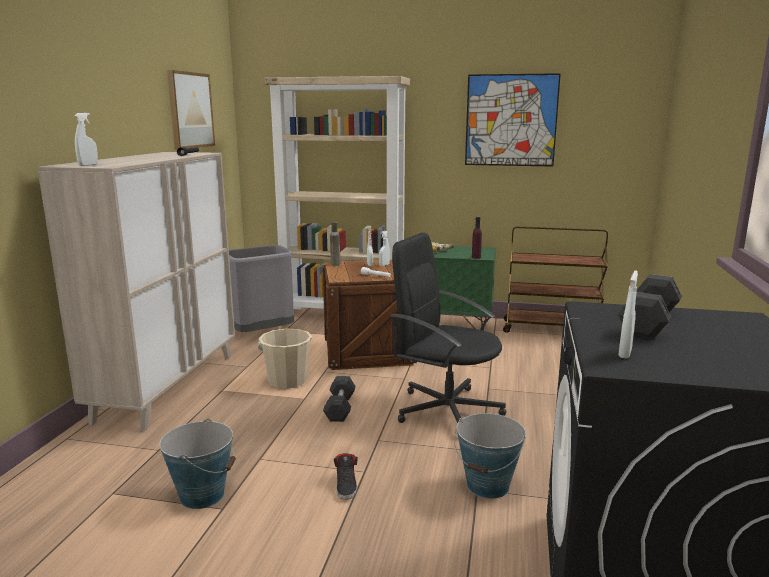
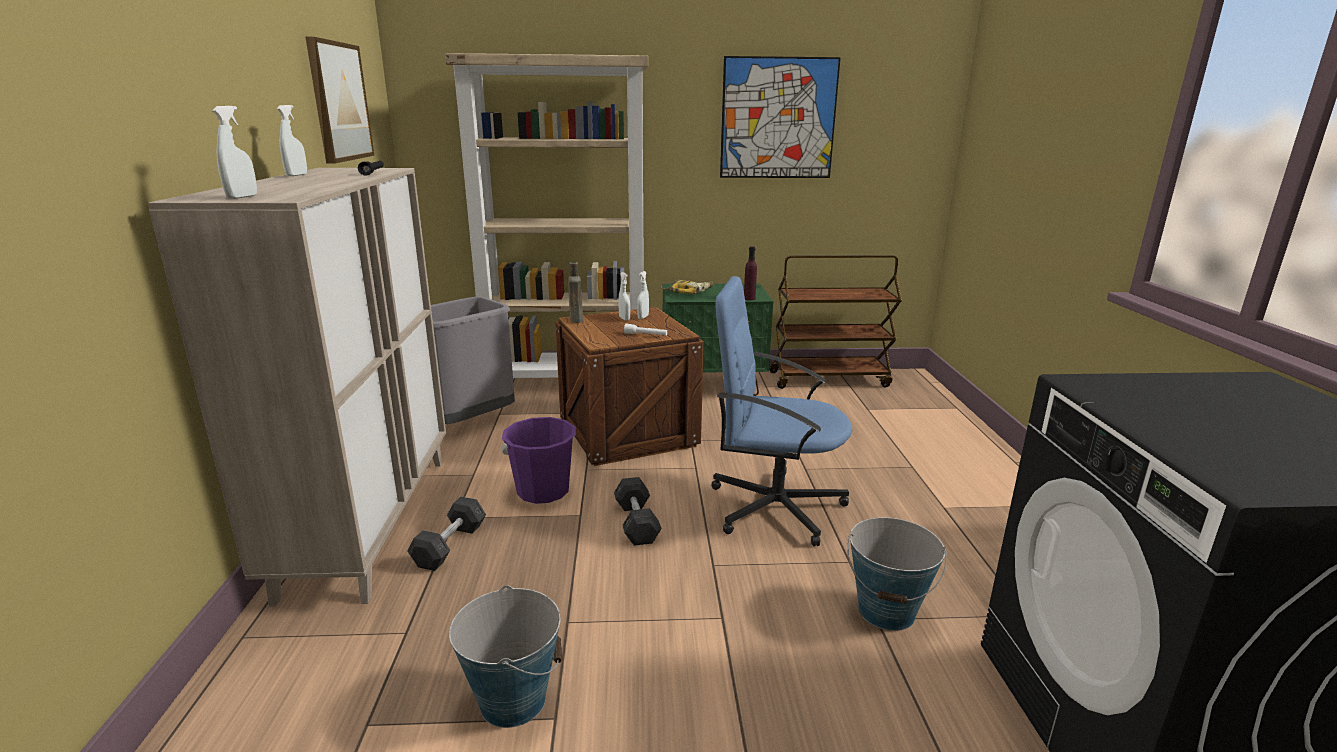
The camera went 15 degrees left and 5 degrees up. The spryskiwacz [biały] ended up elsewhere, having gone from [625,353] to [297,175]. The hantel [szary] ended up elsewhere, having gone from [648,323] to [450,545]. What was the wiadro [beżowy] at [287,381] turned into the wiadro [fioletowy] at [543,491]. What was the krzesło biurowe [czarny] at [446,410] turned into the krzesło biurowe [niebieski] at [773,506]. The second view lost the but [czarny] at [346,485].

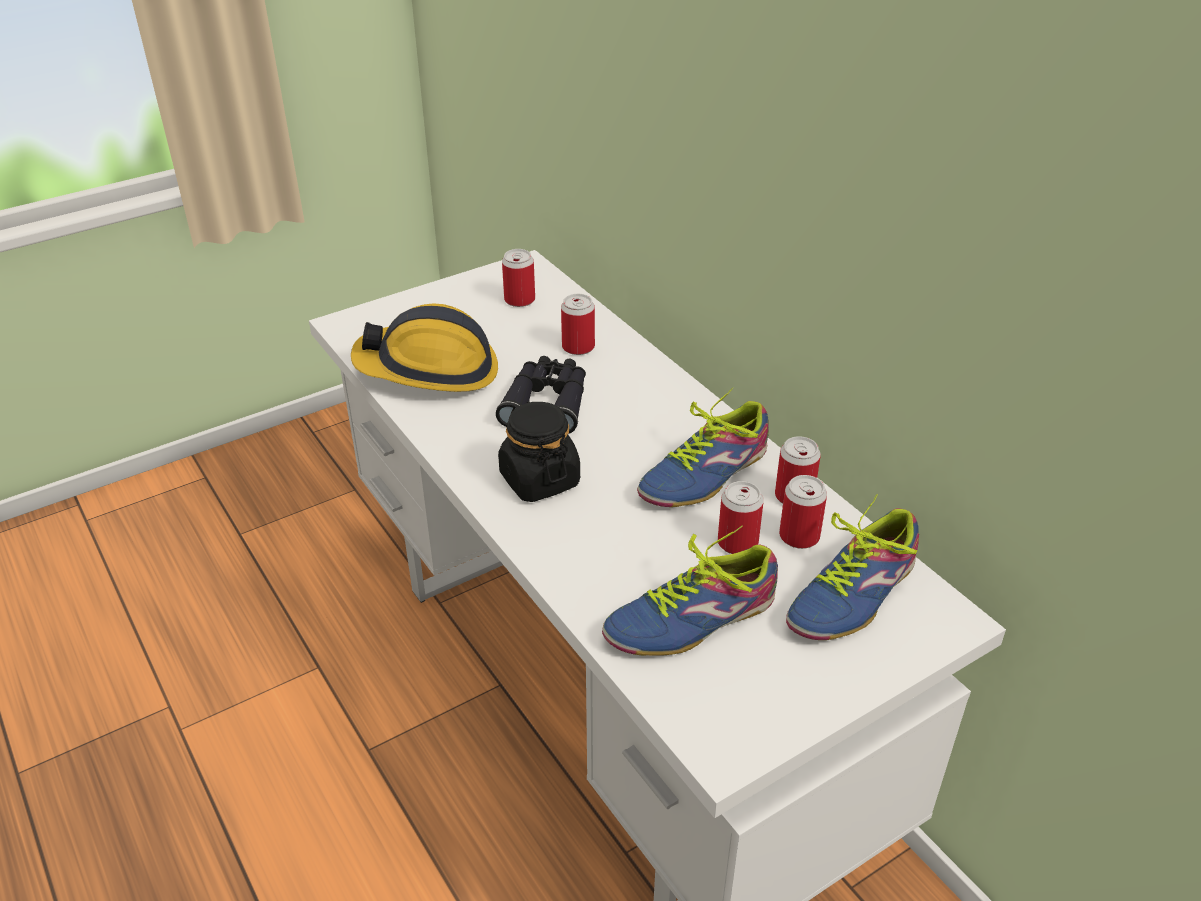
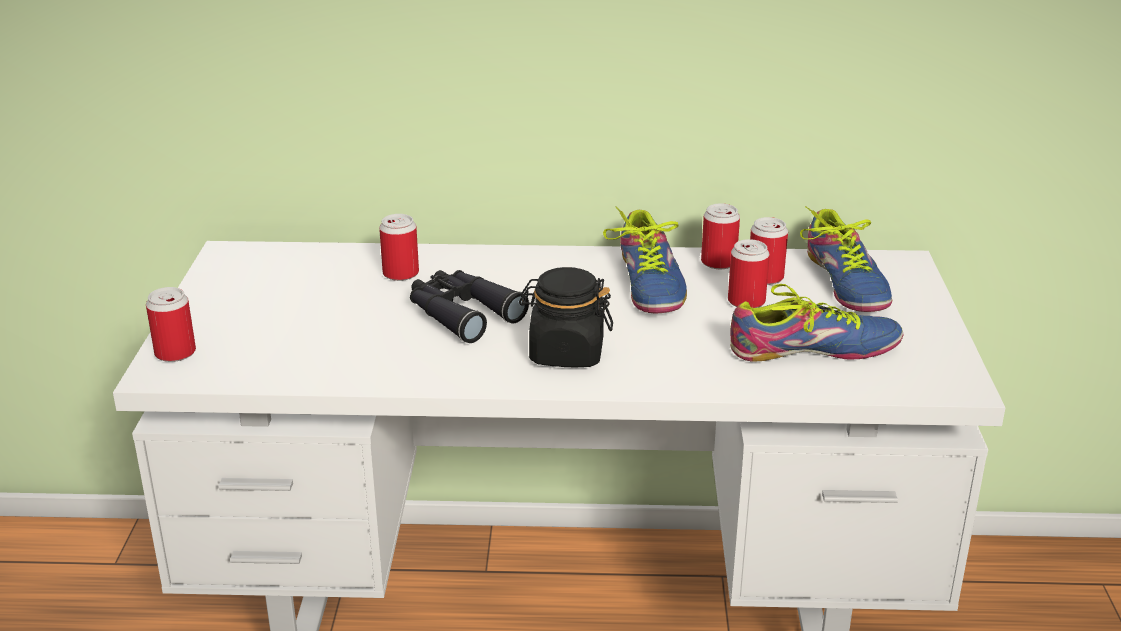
The camera went 55 degrees left and 10 degrees down. The puszka ended up elsewhere, having gone from [519,300] to [175,353]. The but at [692,619] ended up facing another way, 105 degrees counterclockwise from before. The second view lost the kask at [429,370].

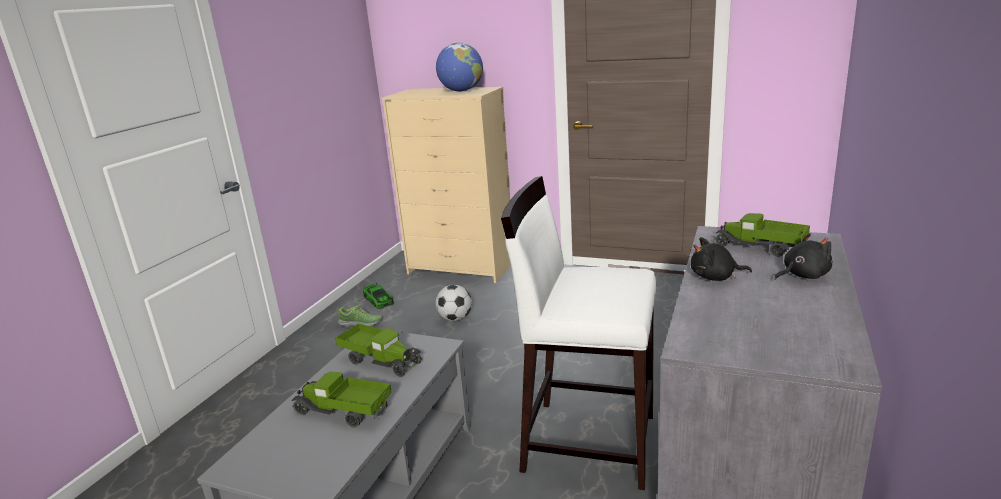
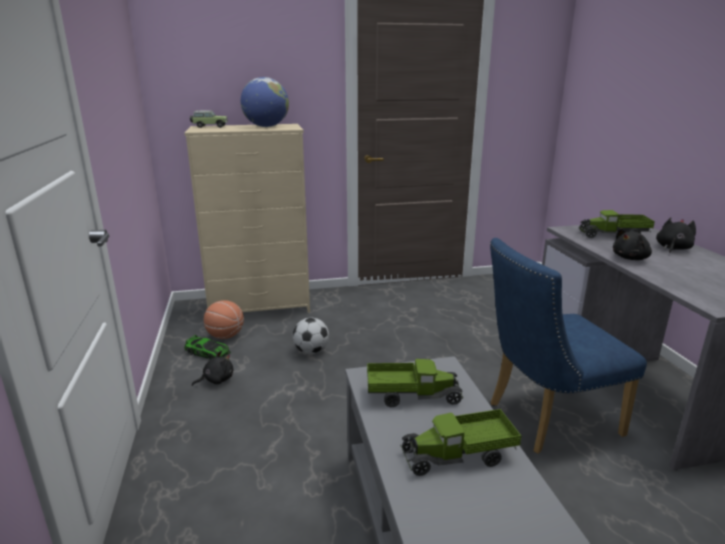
The camera went 35 degrees left and 0 degrees up. The second view gained the samochodzik at [209,127]. Where the but stood at [361,323], the pluszak [czarny] came to stand at [216,380]. The second view gained the piłka do koszykówki at [225,336]. Where the stołek [biały] stood at [587,441], the krzesło [niebieski] came to stand at [544,419].

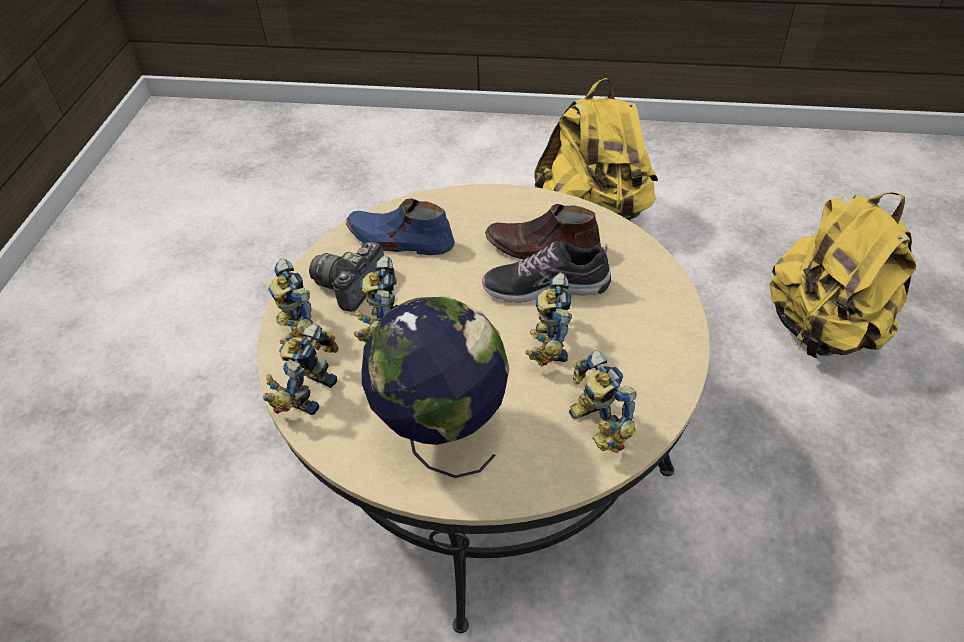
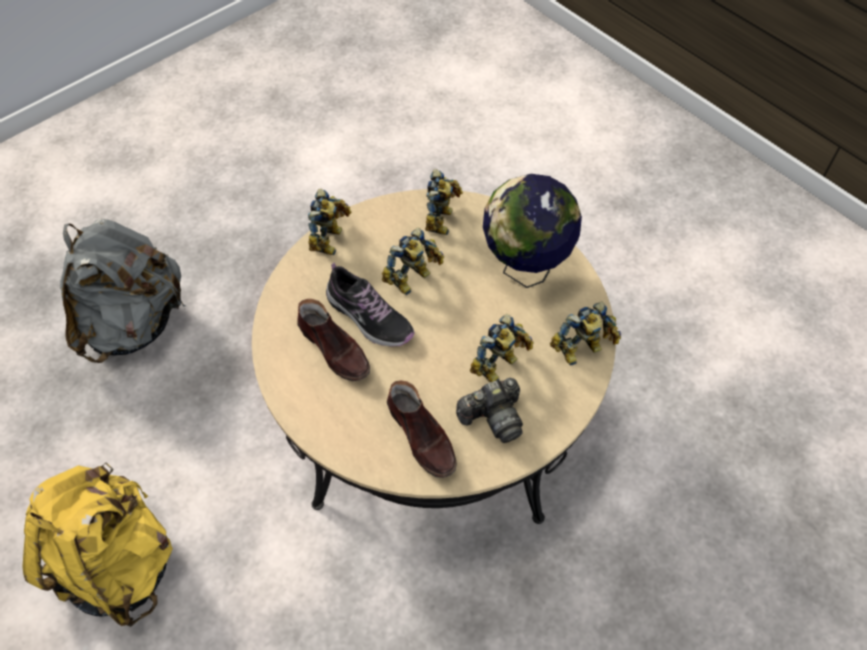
The camera went 140 degrees left and 10 degrees up. What was the plecak [żółty] at [823,330] turned into the plecak [szary] at [135,323]. The robot zabawkowy ended up elsewhere, having gone from [294,330] to [331,239]. What was the but [niebieski] at [400,240] turned into the but [brązowy] at [422,436].

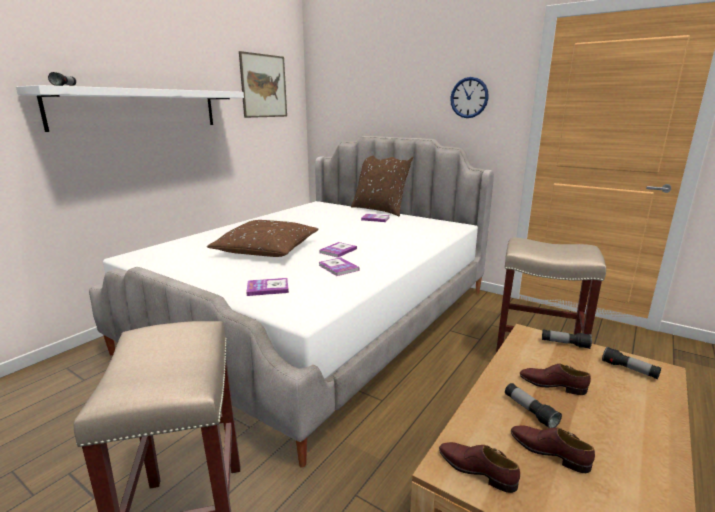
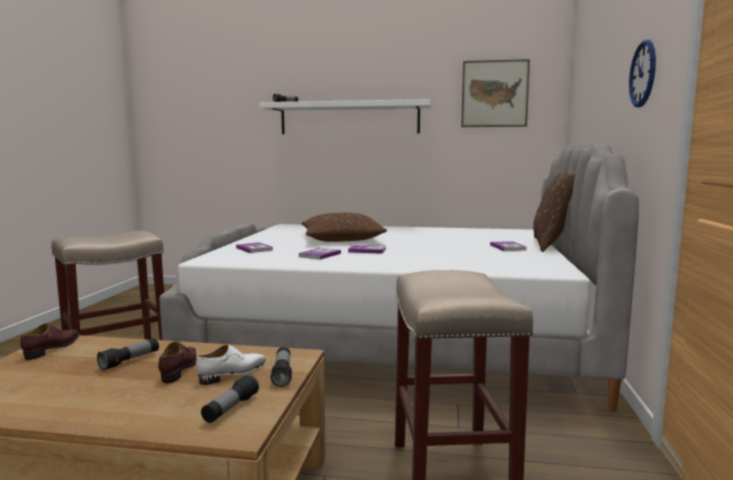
The camera went 65 degrees right and 10 degrees down. The second view gained the but [biały] at [233,373]. The second view lost the but [brązowy] at [548,452].

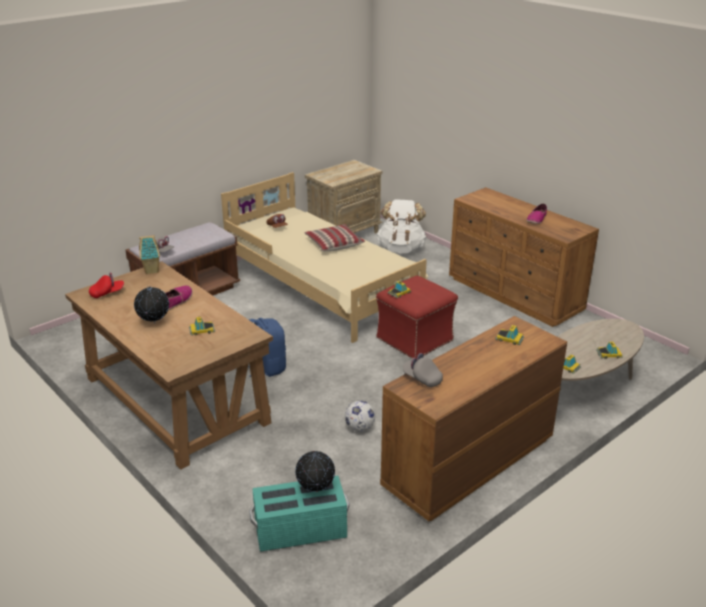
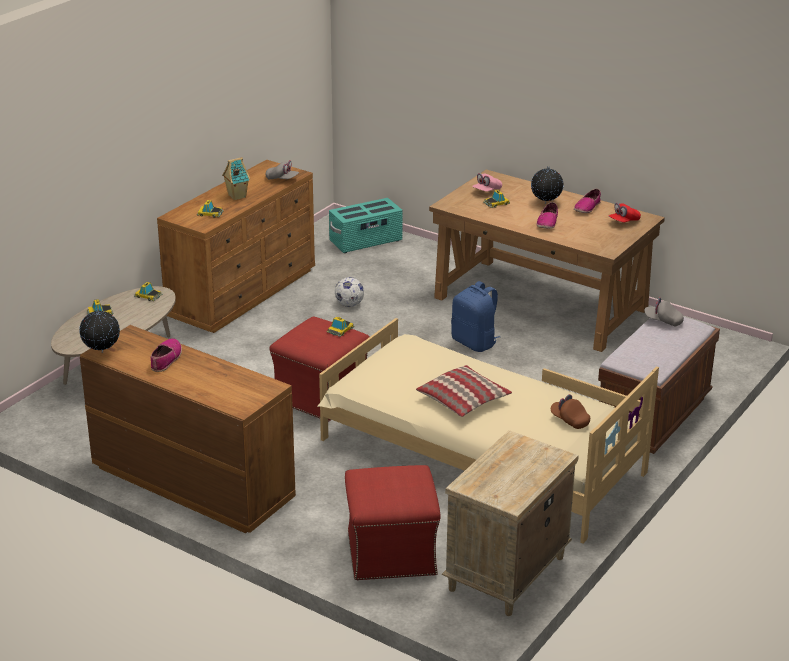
The camera went 165 degrees right and 0 degrees up. The globus ended up elsewhere, having gone from [315,490] to [101,352]. The domek ended up elsewhere, having gone from [152,270] to [236,196]. Where the plecak [biały] stood at [401,249], the pufa [czerwony] came to stand at [390,553]. The second view gained the czapka z daszkiem [różowy] at [487,191]. The second view gained the but at [587,207].

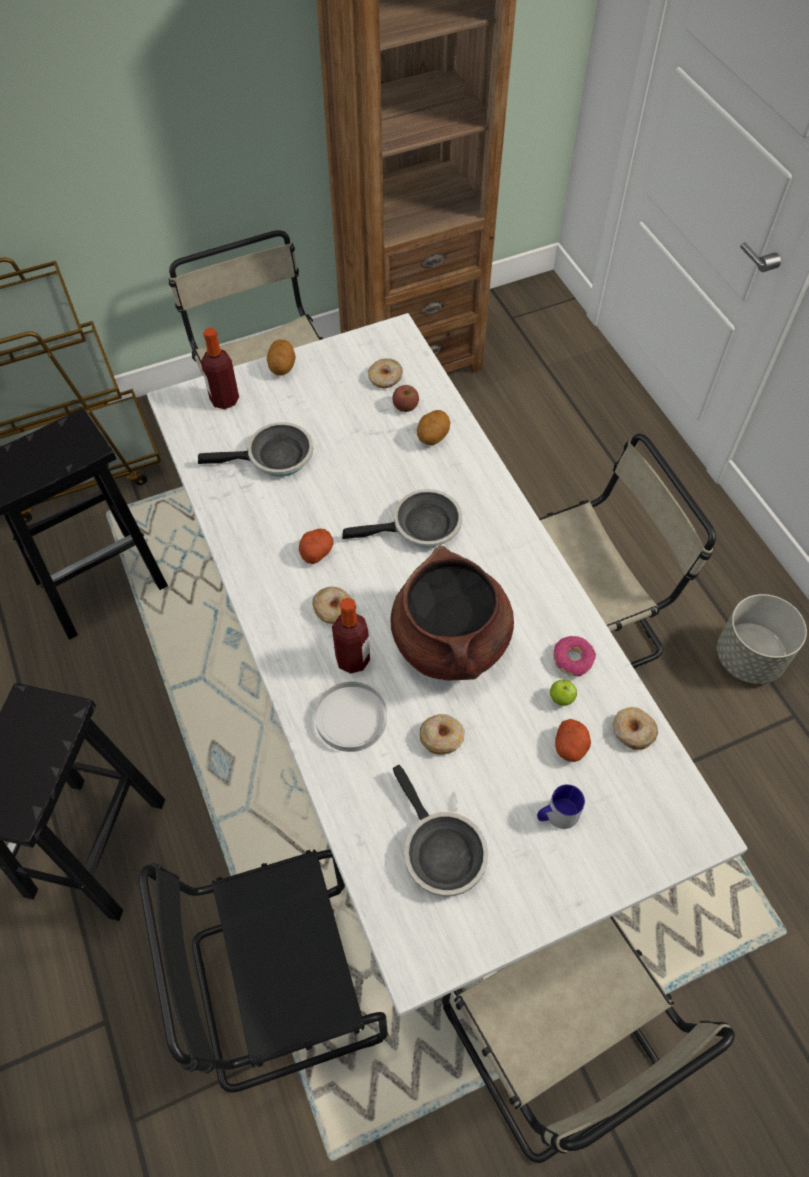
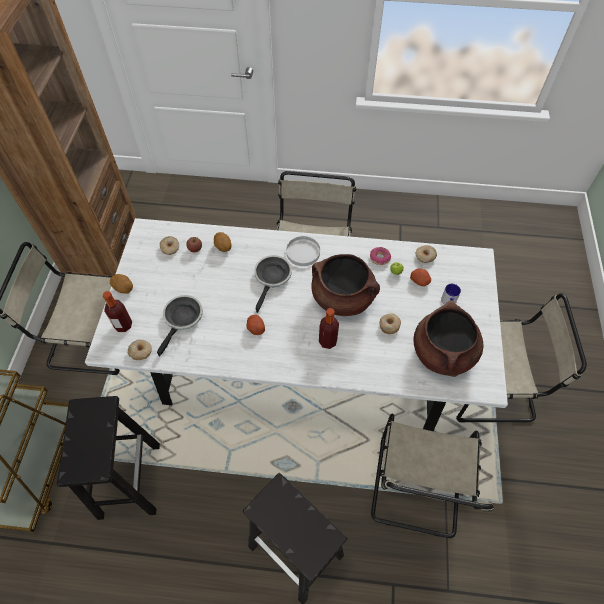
The camera went 60 degrees left and 0 degrees up. The donut ended up elsewhere, having gone from [333,609] to [141,351]. The talerz [biały] ended up elsewhere, having gone from [350,718] to [302,252]. What was the krzesło [czarny] at [278,988] turned into the krzesło [beżowy] at [416,490]. Where the patelnia stood at [440,851], the garnek [brązowy] came to stand at [443,353]. The second view lost the donica [szary] at [748,657].

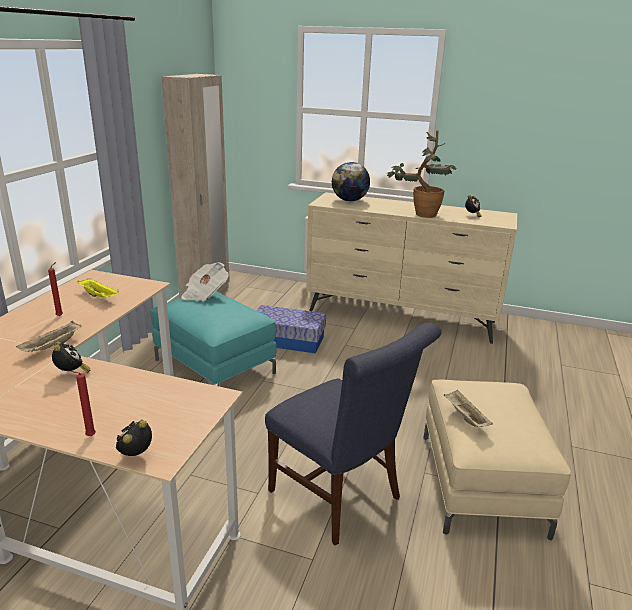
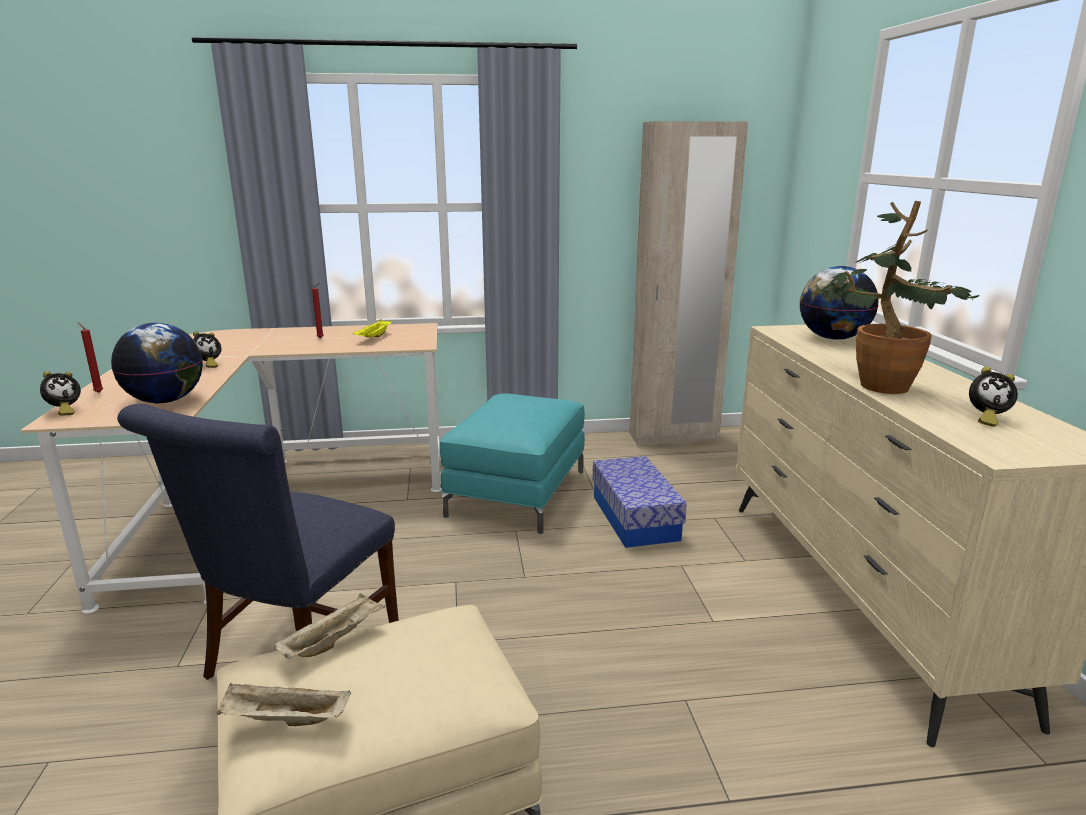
The camera went 65 degrees right and 5 degrees down. The budzik at [136,455] ended up facing another way, 120 degrees clockwise from before. The second view gained the globus at [166,401]. The taca [beżowy] ended up elsewhere, having gone from [52,347] to [284,720]. The second view lost the gazeta at [204,294].

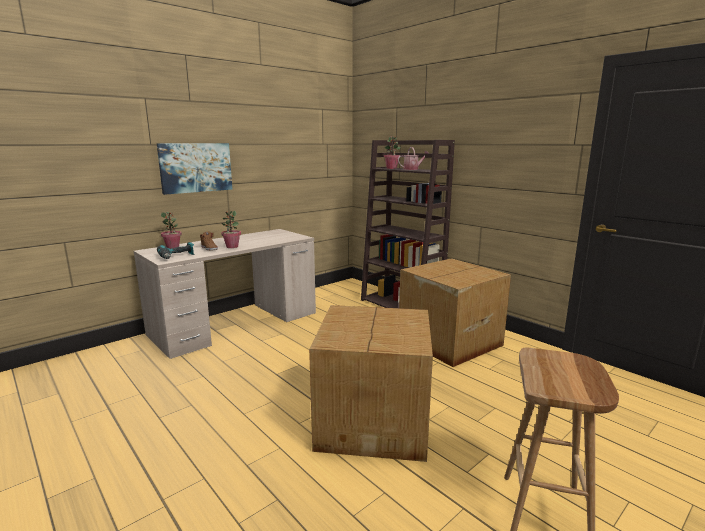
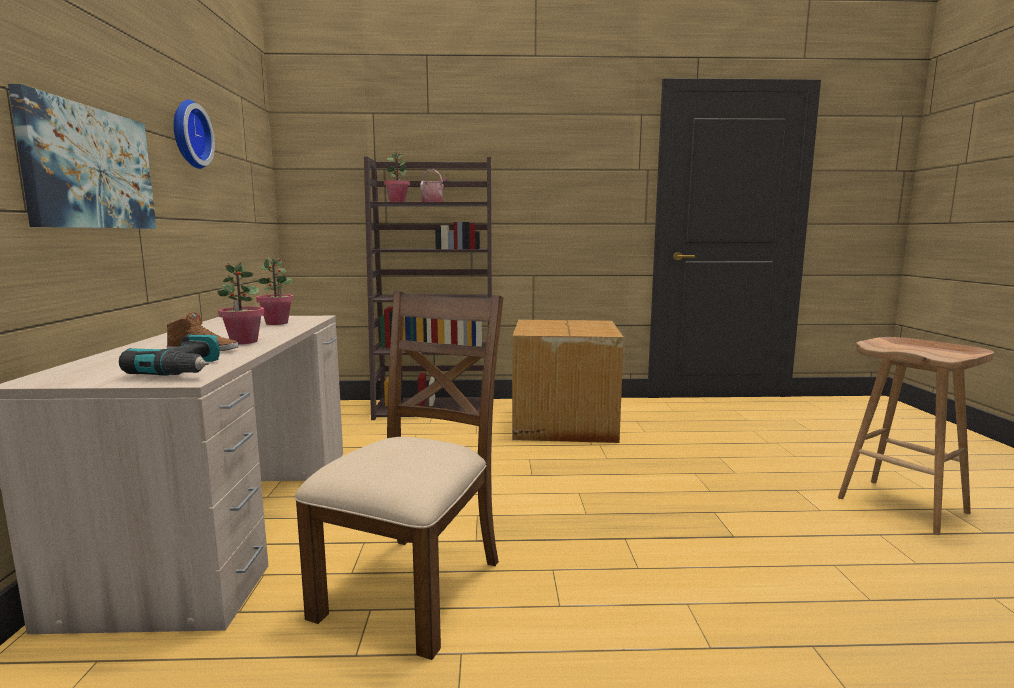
The camera went 50 degrees left and 5 degrees down. The second view gained the zegar ścienny at [188,134]. The roślina doniczkowa ended up elsewhere, having gone from [173,247] to [277,323]. The second view gained the krzesło [brązowy] at [413,587]. The second view lost the karton at [375,420].

